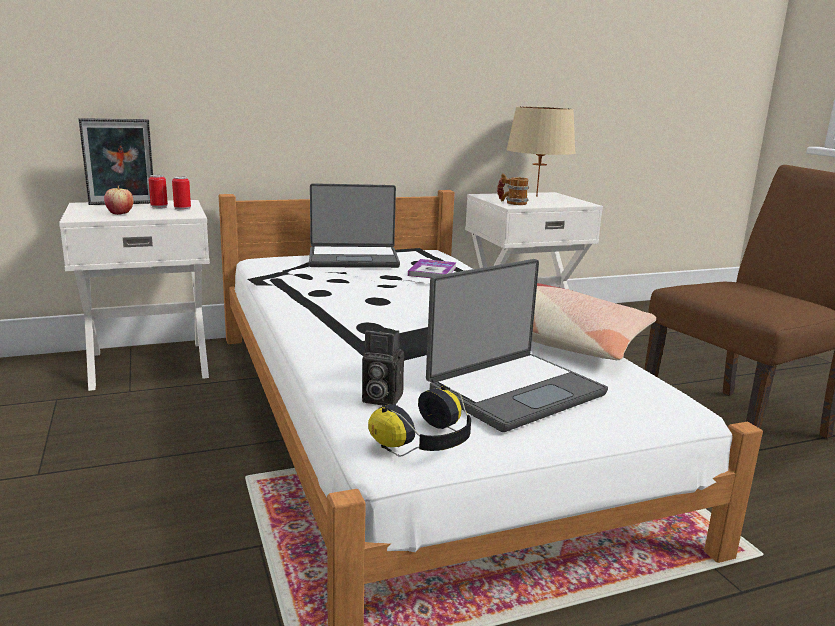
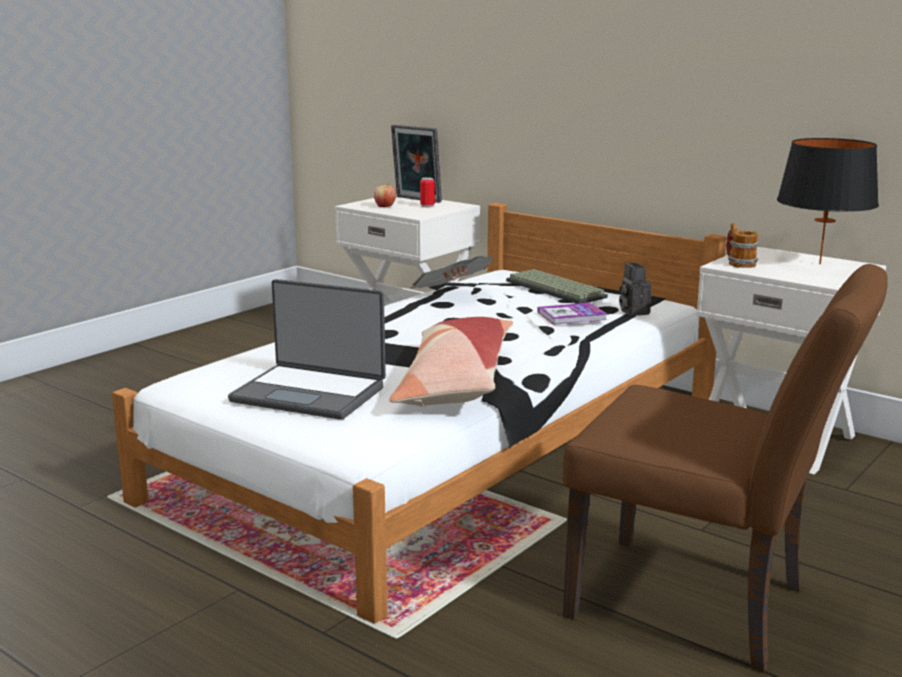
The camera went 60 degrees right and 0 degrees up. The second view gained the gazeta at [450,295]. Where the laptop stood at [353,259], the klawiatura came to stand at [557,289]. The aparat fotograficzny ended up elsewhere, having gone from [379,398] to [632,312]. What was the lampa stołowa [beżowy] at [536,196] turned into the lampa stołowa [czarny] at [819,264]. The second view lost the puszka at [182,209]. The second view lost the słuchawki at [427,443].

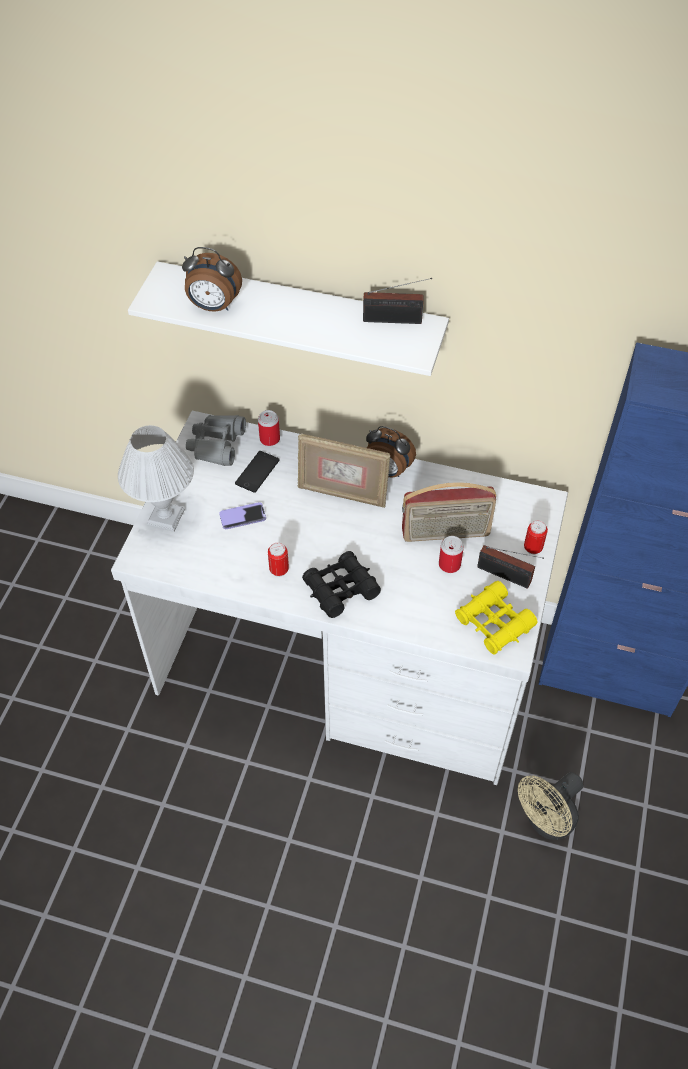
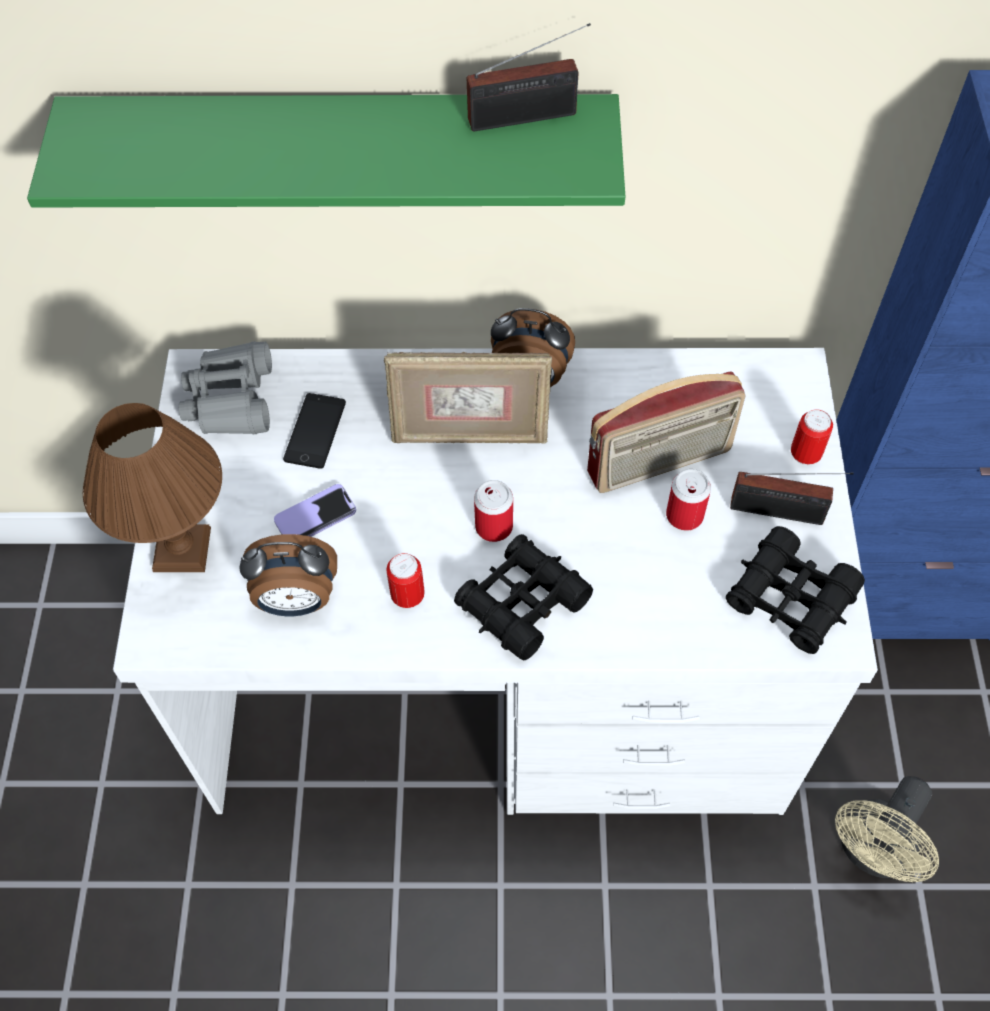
The camera went 15 degrees left and 5 degrees up. What was the półka [biały] at [300,317] turned into the półka [zielony] at [343,148]. What was the lampa stołowa [biały] at [164,517] turned into the lampa stołowa [brązowy] at [180,550]. The budzik ended up elsewhere, having gone from [213,307] to [296,601]. The puszka ended up elsewhere, having gone from [269,439] to [494,526]. What was the lornetka [żółty] at [494,623] turned into the lornetka [czarny] at [790,598].

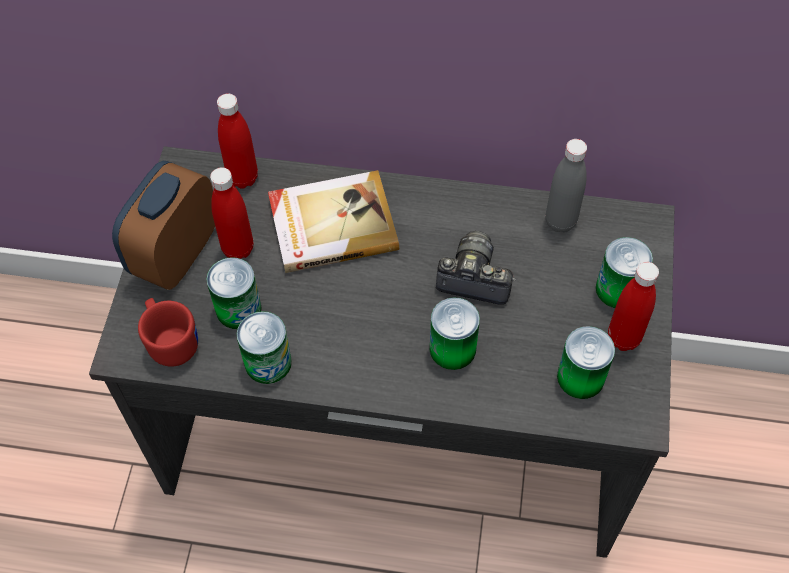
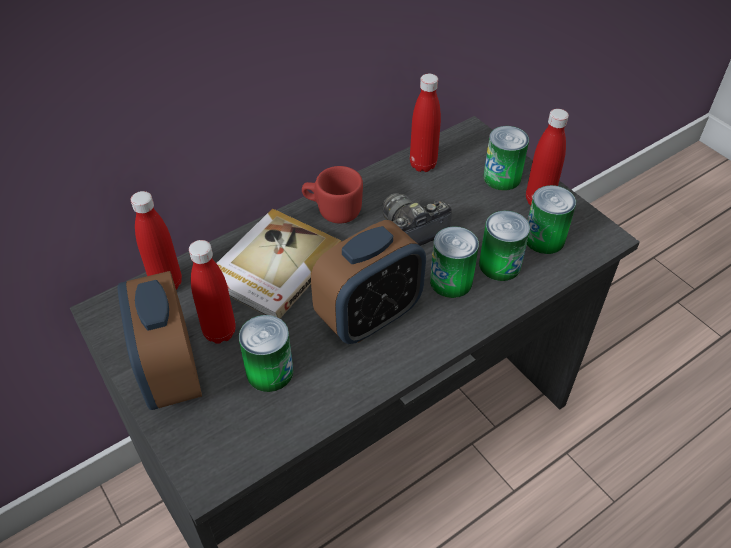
The camera went 45 degrees left and 10 degrees down. The kubek [czerwony] ended up elsewhere, having gone from [171,340] to [333,210]. The second view gained the budzik at [369,316]. What was the butelka [szary] at [560,221] turned into the butelka [czerwony] at [423,165]. The puszka ended up elsewhere, having gone from [268,362] to [500,265].

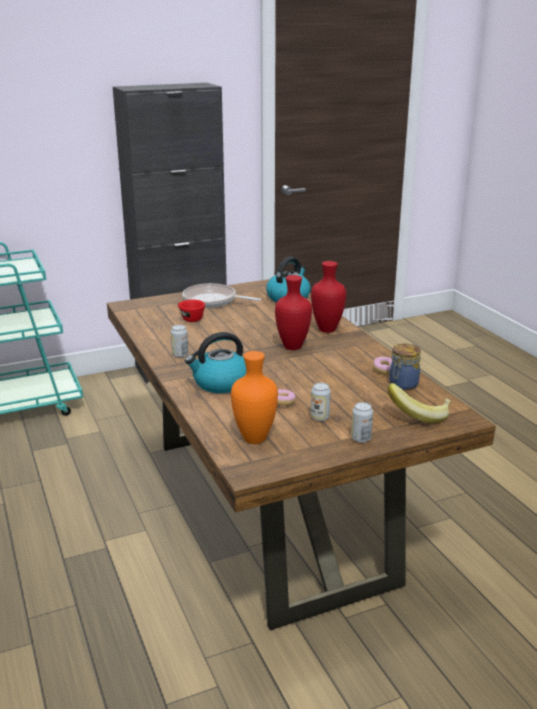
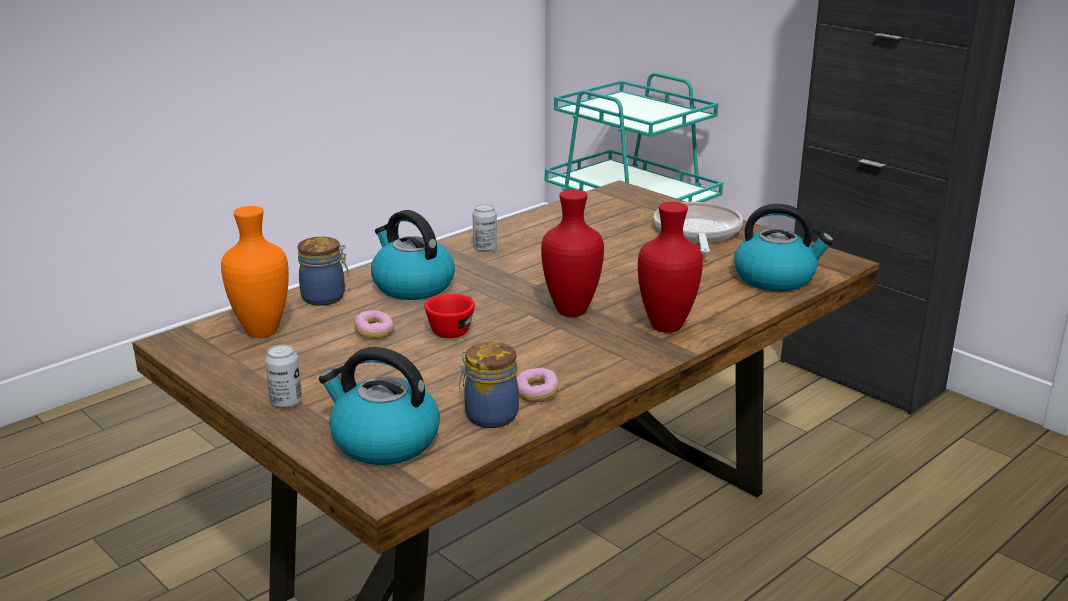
The camera went 70 degrees right and 0 degrees up. The second view gained the słoik at [325,297]. Where the banan stood at [419,415], the czajnik came to stand at [383,441]. The filiżanka [czerwony] ended up elsewhere, having gone from [189,318] to [453,329]. The second view lost the puszka at [320,417].

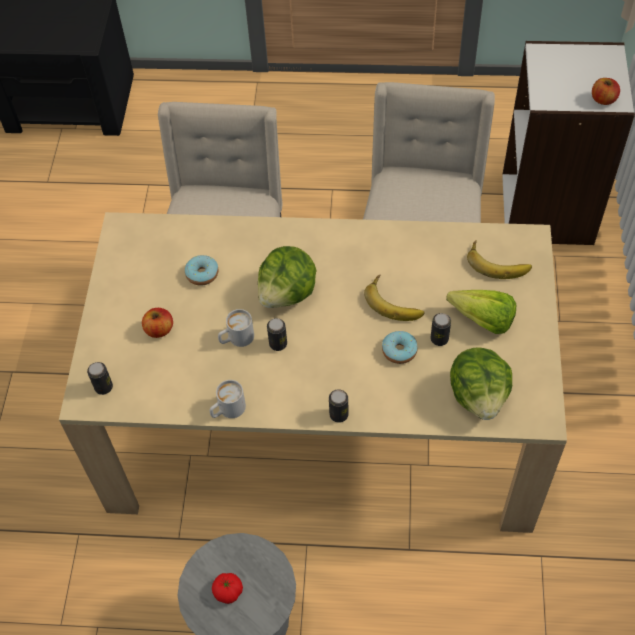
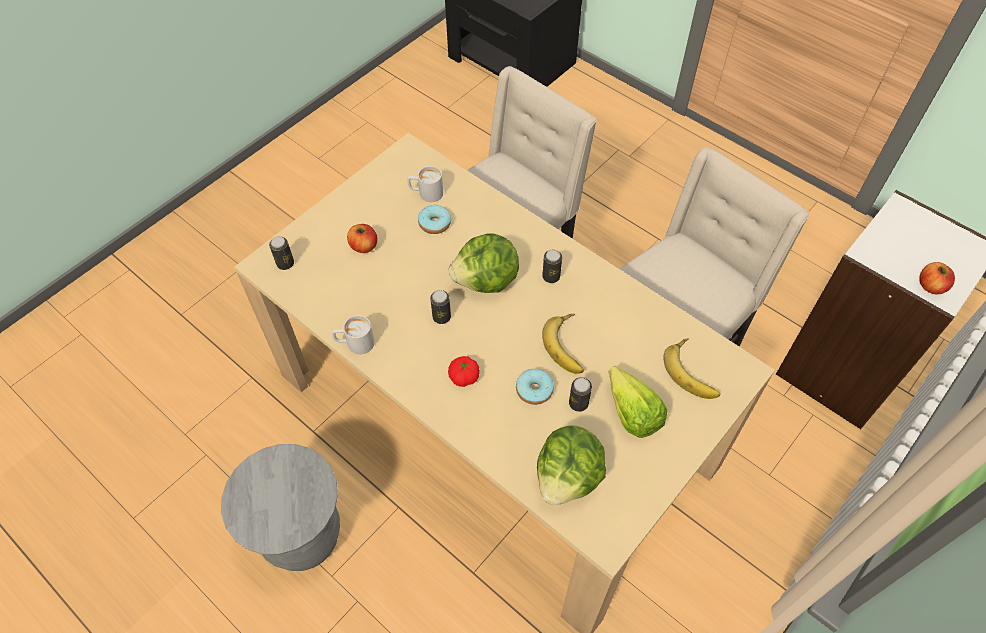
The camera went 35 degrees right and 0 degrees up. The kubek [biały] ended up elsewhere, having gone from [236,339] to [426,193]. The pomidor ended up elsewhere, having gone from [228,591] to [464,377]. The puszka ended up elsewhere, having gone from [339,414] to [551,276].

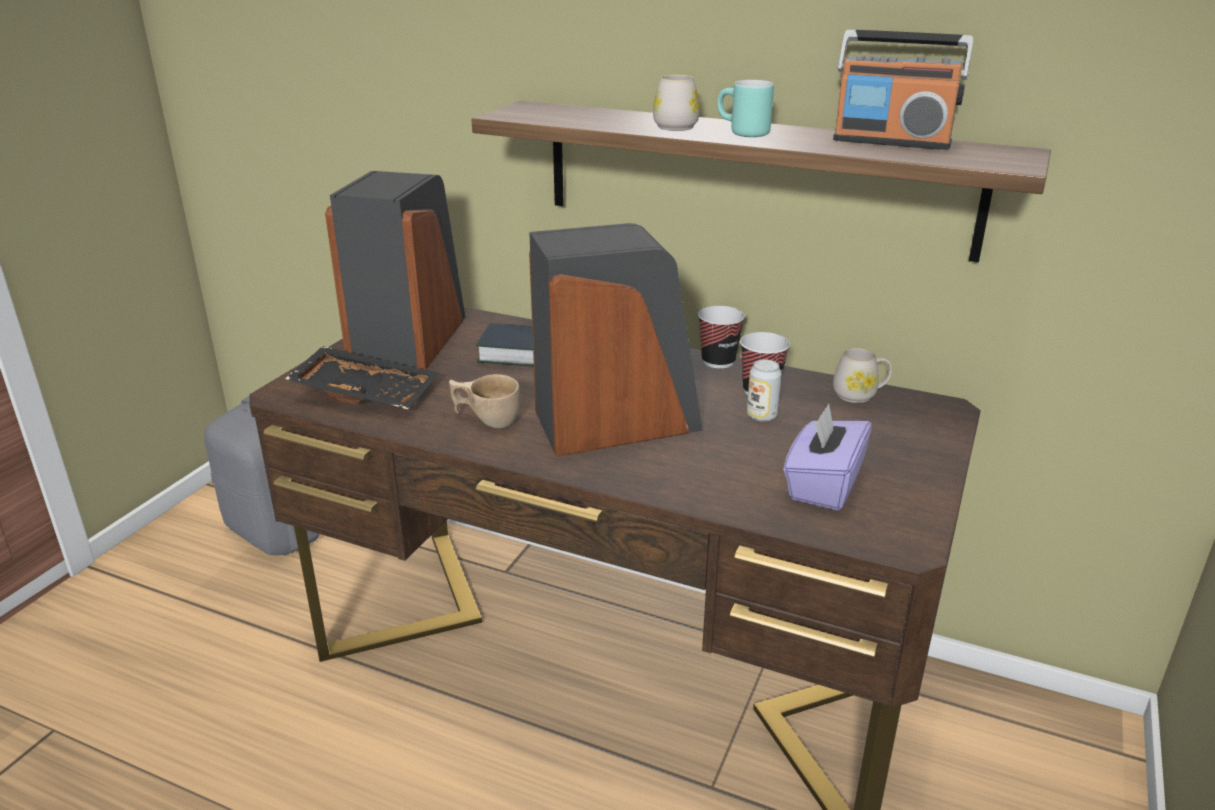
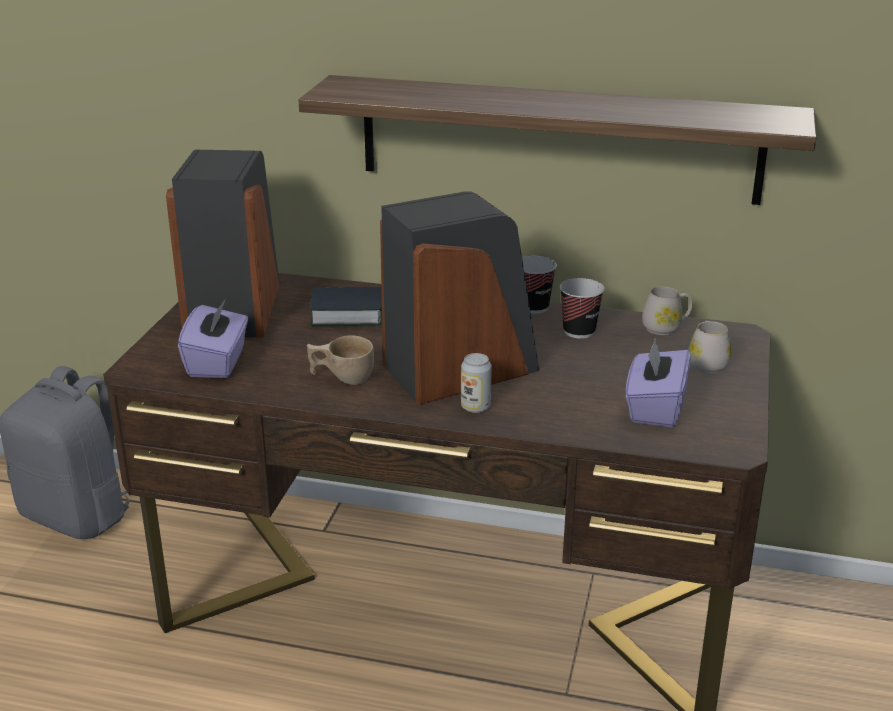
The camera went 10 degrees left and 0 degrees up. Where the taca [czarny] stood at [367,392], the pudełko chusteczek [fioletowy] came to stand at [217,362]. The puszka ended up elsewhere, having gone from [761,416] to [475,407]. The kubek [biały] ended up elsewhere, having gone from [676,125] to [707,363]. The second view lost the kubek [turkusowy] at [740,133]. The second view lost the radio at [891,142].

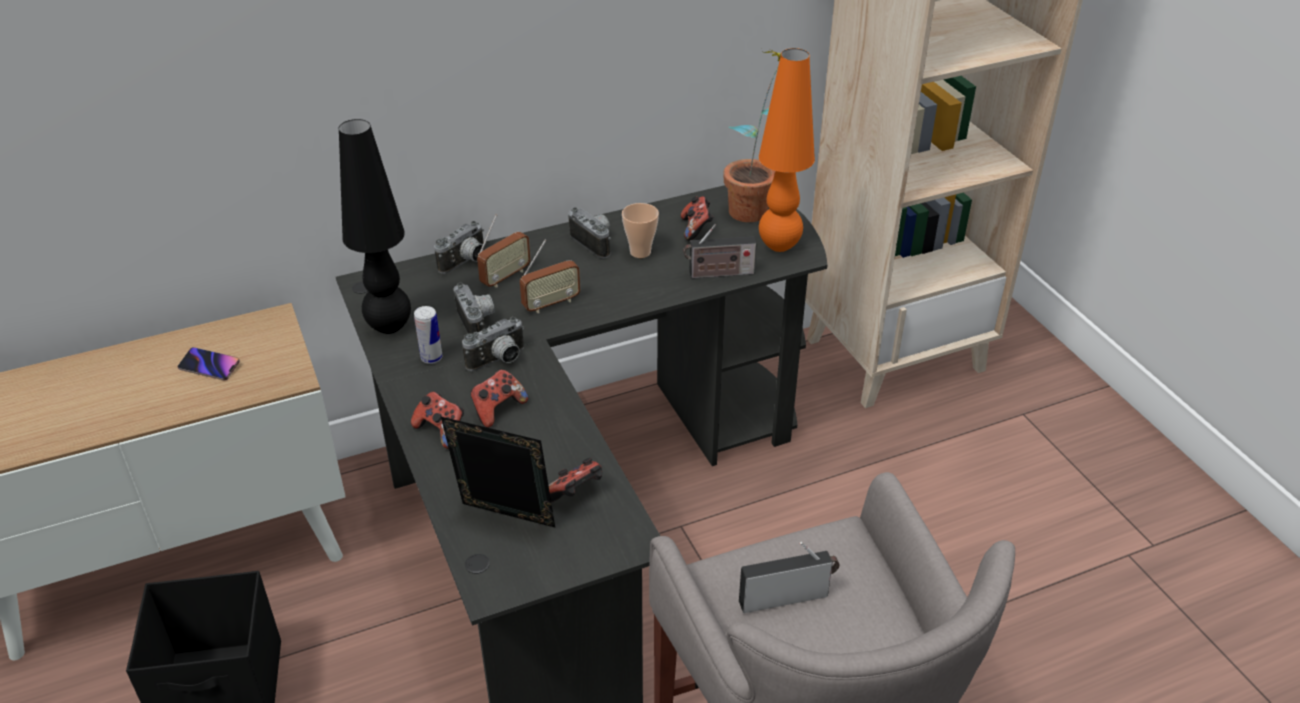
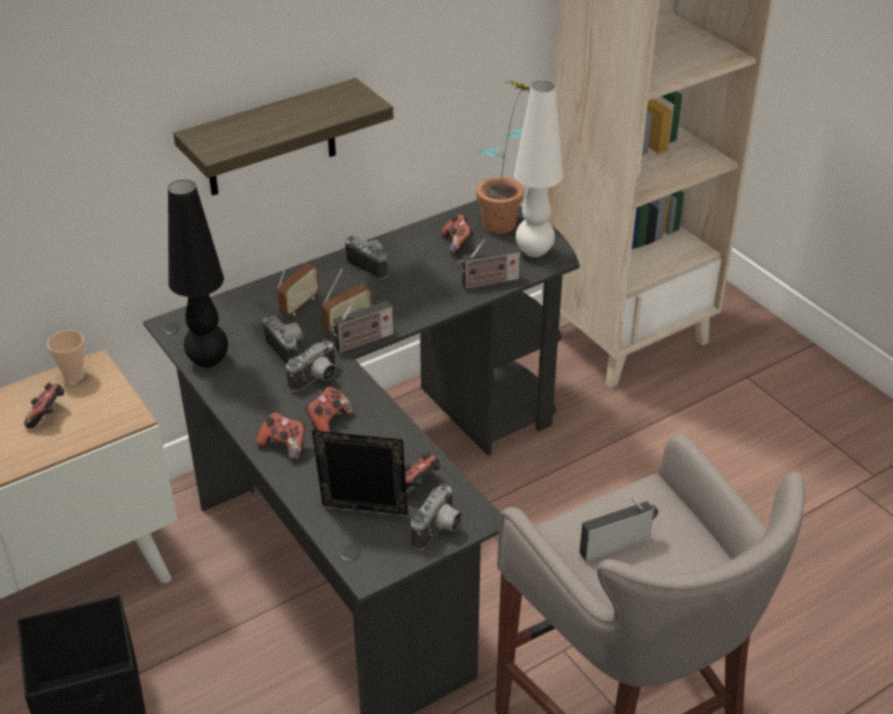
The camera went 10 degrees left and 0 degrees up. Where the telefon stood at [209,366], the pad do gier came to stand at [48,415]. The filiżanka ended up elsewhere, having gone from [640,252] to [74,376]. The second view gained the półka at [271,139]. The second view gained the radio at [362,342]. The aparat fotograficzny ended up elsewhere, having gone from [466,262] to [439,531]. What was the lampa stołowa [pomarańczowy] at [778,246] turned into the lampa stołowa [biały] at [533,252]. The second view lost the puszka at [431,358].

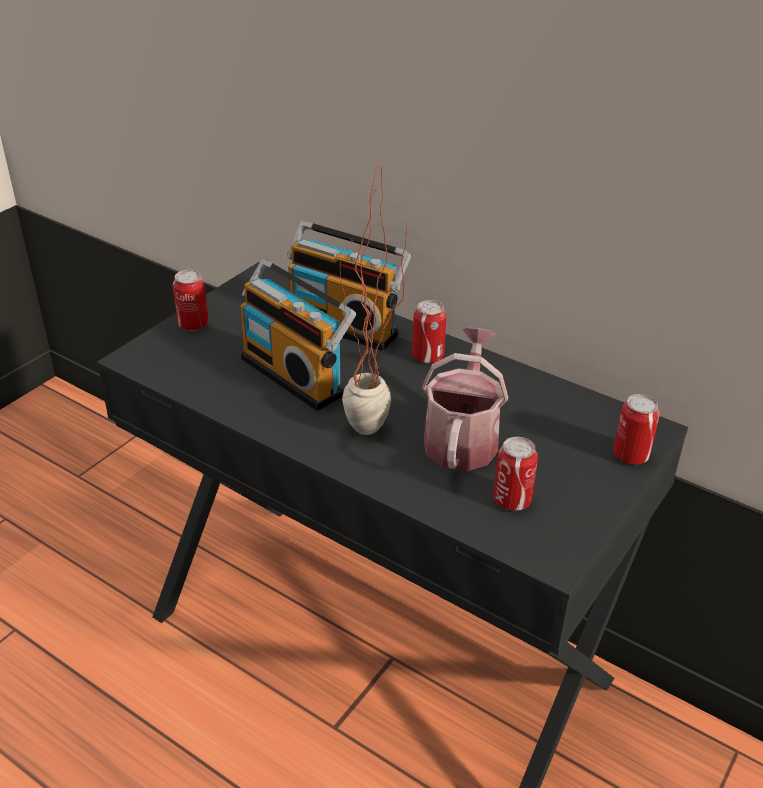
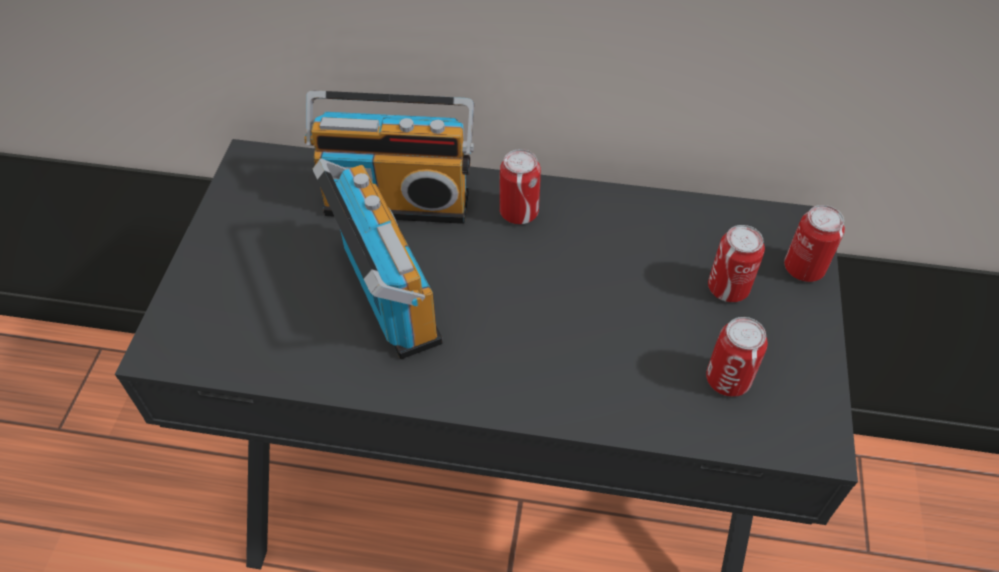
The camera went 25 degrees left and 15 degrees up. The radio at [296,375] ended up facing another way, 135 degrees counterclockwise from before. The puszka ended up elsewhere, having gone from [193,324] to [728,288]. The second view lost the roślina doniczkowa at [369,438]. The second view lost the konewka at [462,437].

